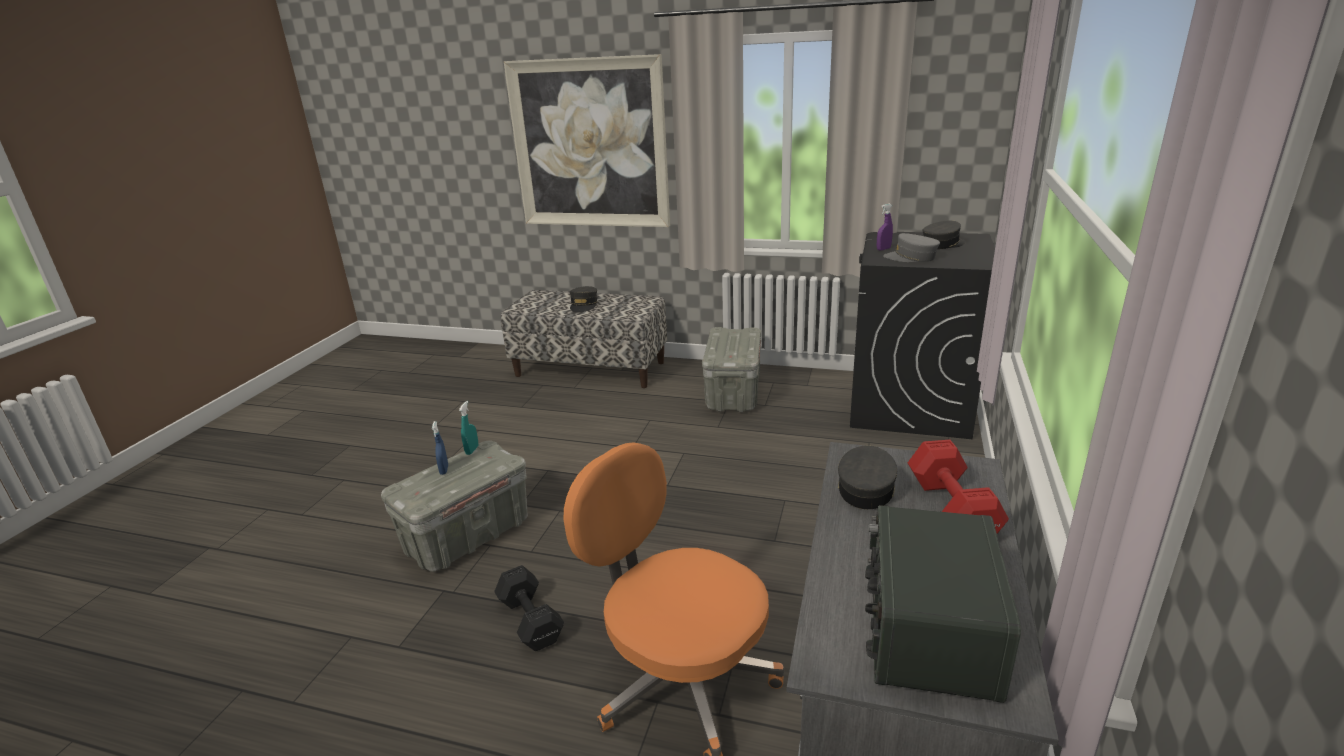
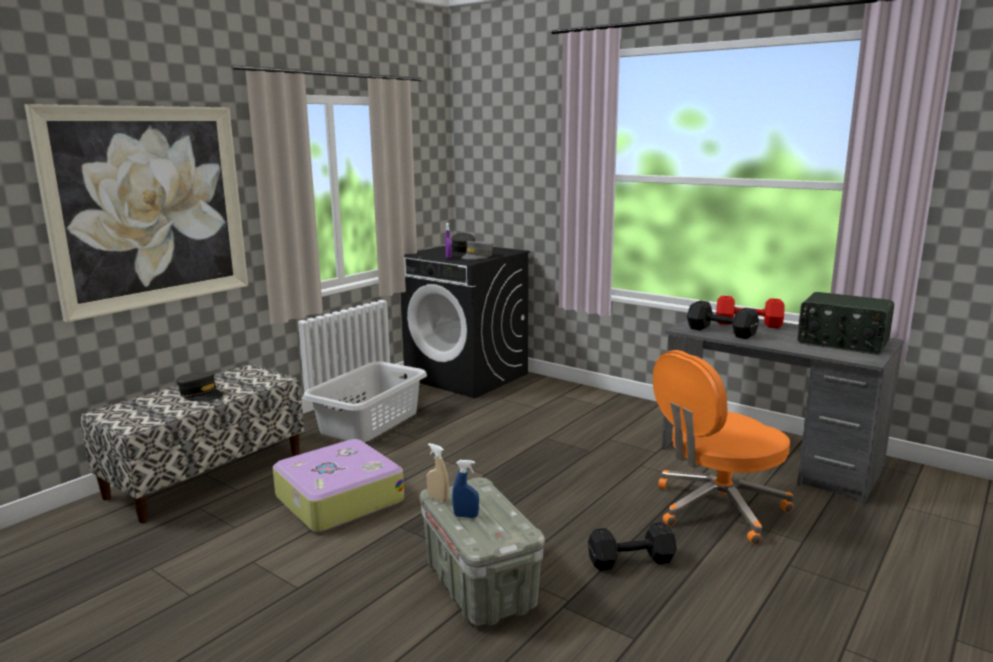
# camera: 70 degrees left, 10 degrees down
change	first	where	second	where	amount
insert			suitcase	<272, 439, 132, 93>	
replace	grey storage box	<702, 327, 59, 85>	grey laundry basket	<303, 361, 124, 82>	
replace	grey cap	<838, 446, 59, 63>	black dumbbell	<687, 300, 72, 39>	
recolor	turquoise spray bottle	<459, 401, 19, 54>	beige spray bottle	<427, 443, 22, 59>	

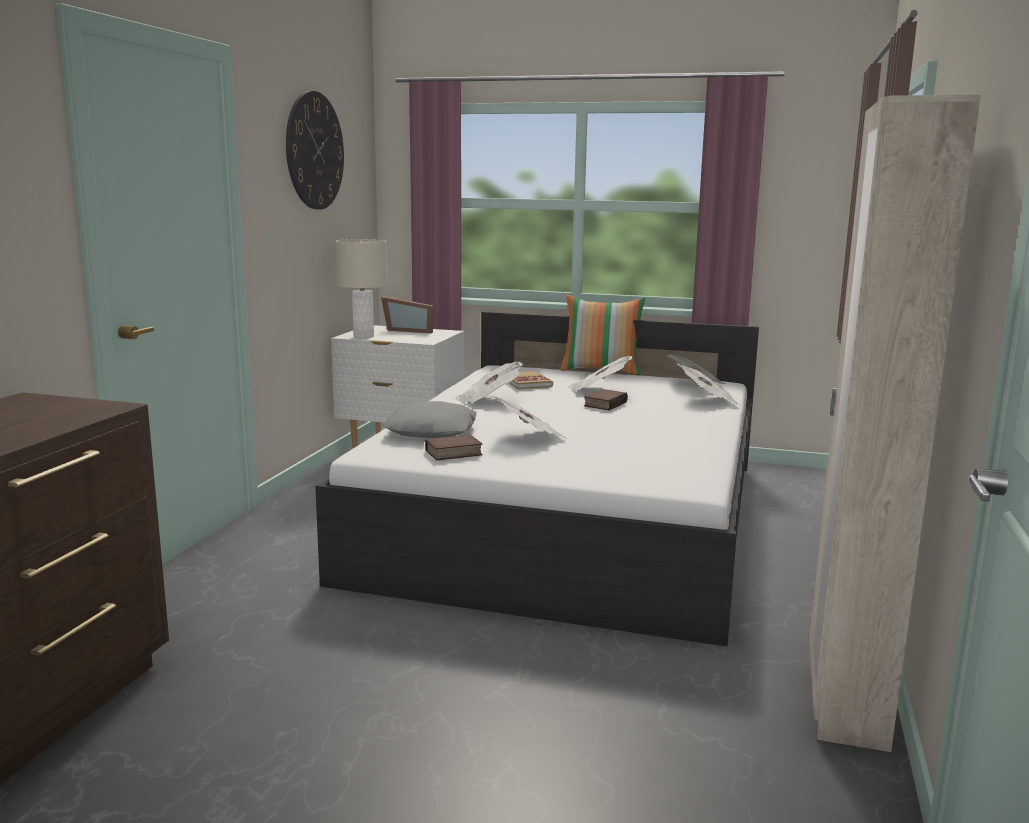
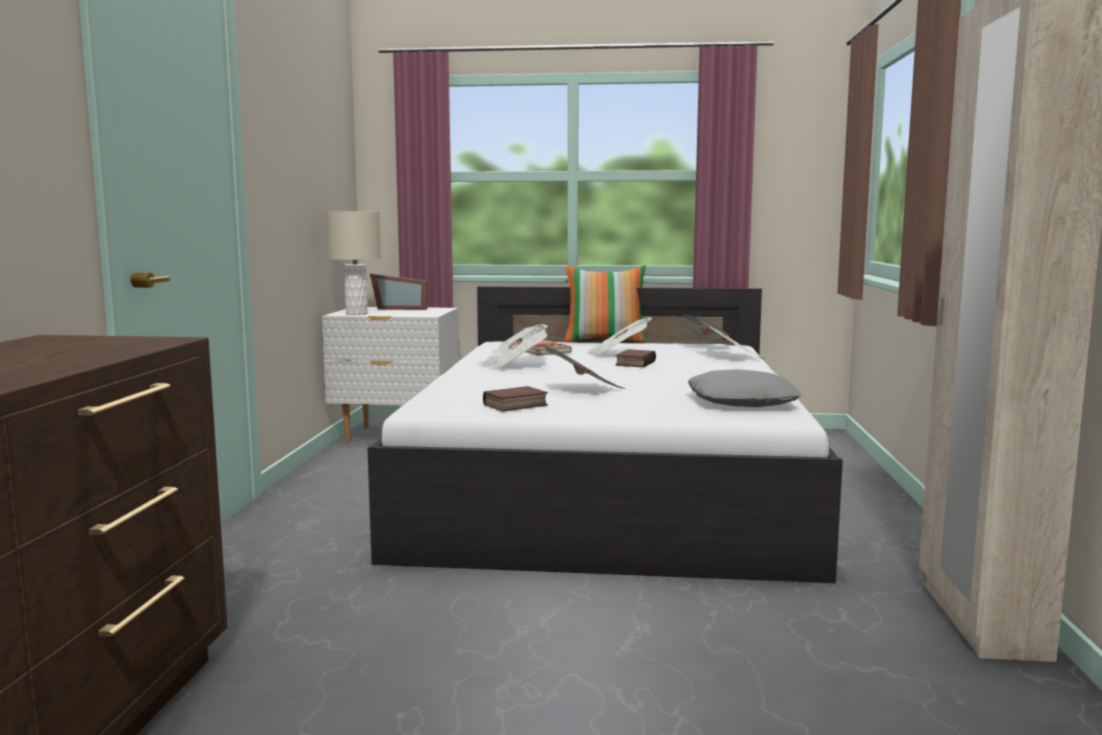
# camera: 10 degrees left, 5 degrees down
change	first	where	second	where	amount
delete	wall clock	<286, 91, 58, 119>			
move	grey pillow	<383, 401, 94, 37>		<688, 369, 113, 38>	

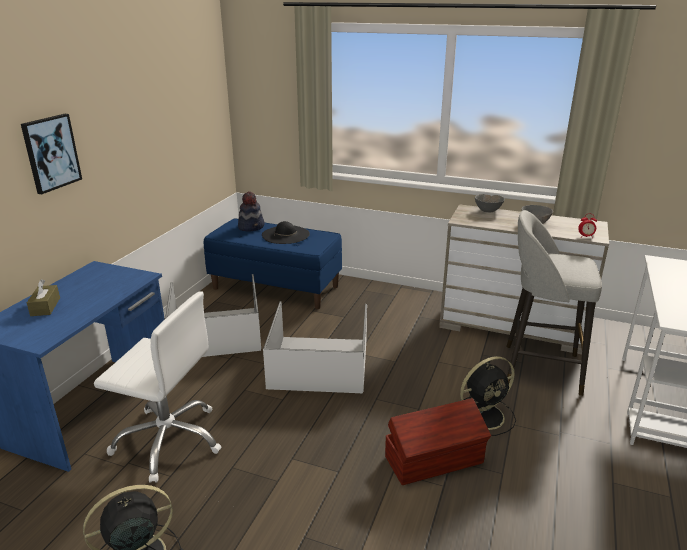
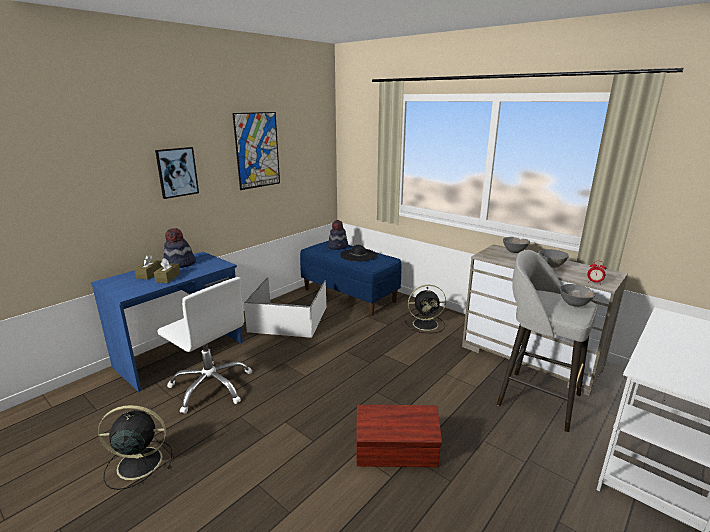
# camera: 20 degrees right, 5 degrees down
change	first	where	second	where	amount
delete	white storage box	<263, 302, 104, 91>			
insert			brown tissue box	<154, 258, 27, 25>	
insert			hat	<163, 228, 33, 40>	
insert			picture	<232, 112, 48, 78>	
insert			grey bowl	<559, 284, 36, 23>	
move	black fan	<460, 356, 56, 80>		<405, 285, 41, 48>	

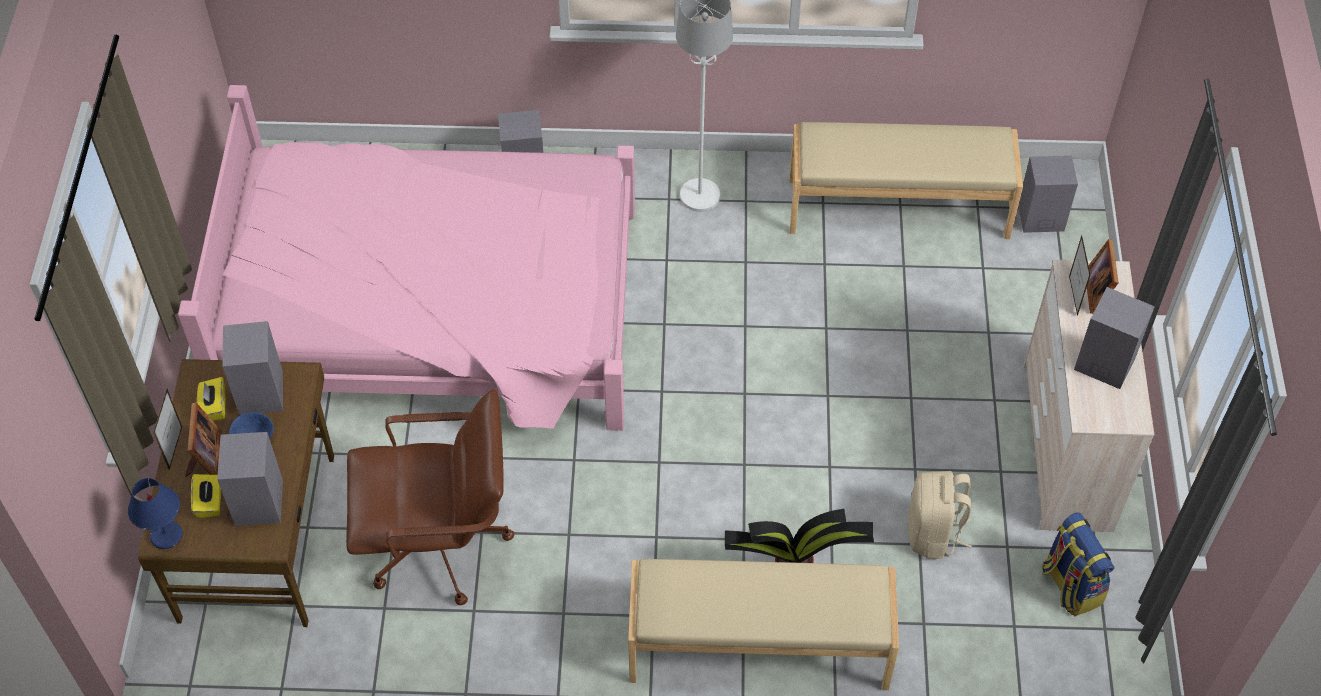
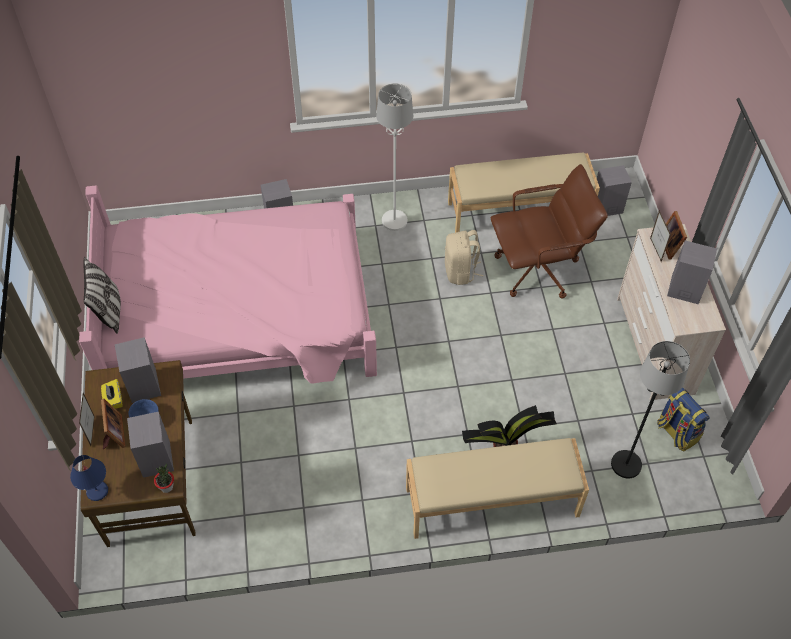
# camera: 10 degrees left, 0 degrees up
change	first	where	second	where	amount
delete	yellow tissue box	<191, 474, 30, 44>			
insert			pillow	<83, 257, 38, 77>	
insert			potted plant	<154, 463, 20, 30>	
insert			black floor lamp	<611, 341, 79, 137>	
move	brown office chair	<346, 389, 168, 216>		<491, 164, 117, 135>	
move	beige backpack	<908, 471, 64, 88>		<445, 230, 38, 55>	

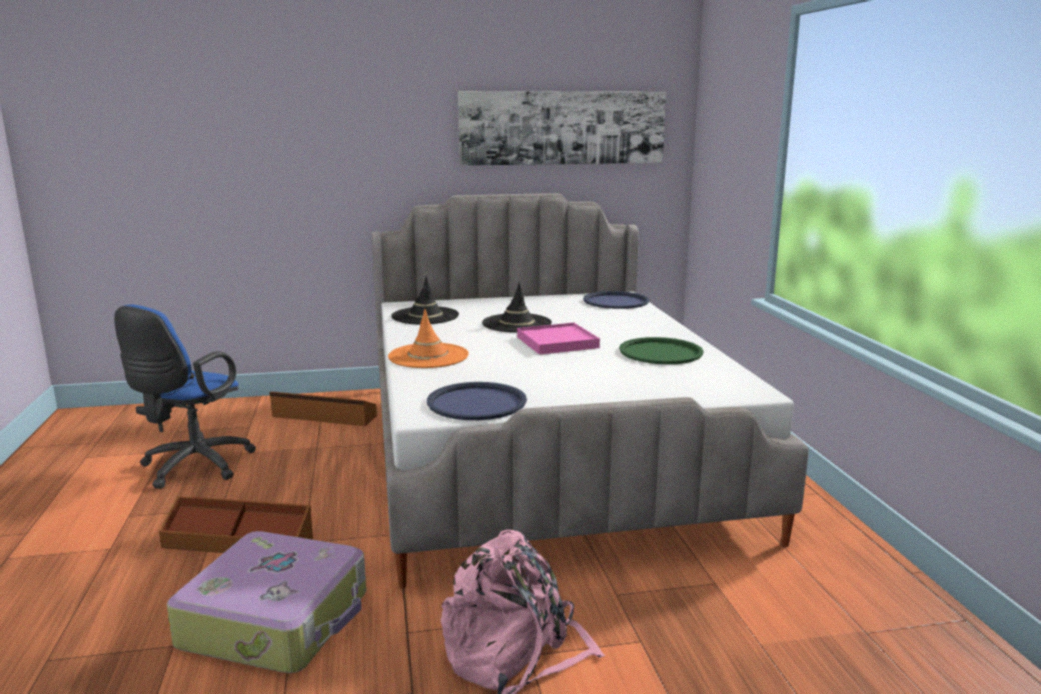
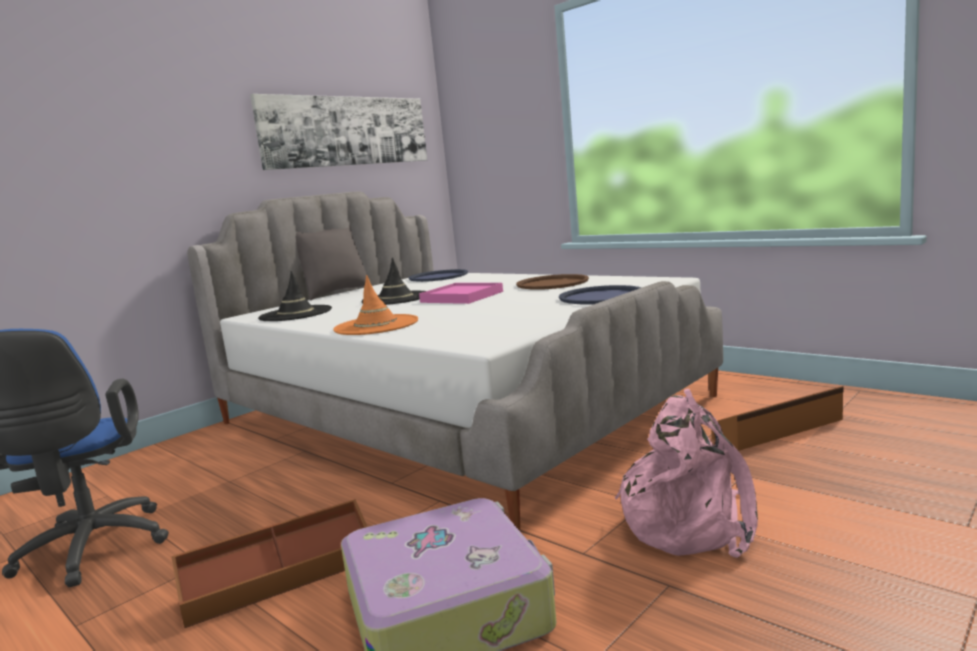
# camera: 35 degrees left, 5 degrees down
change	first	where	second	where	amount
insert			grey pillow	<296, 225, 70, 75>	
move	brown storage box	<269, 392, 108, 34>		<711, 386, 133, 65>	
move	blue tray	<427, 382, 100, 38>		<559, 285, 83, 20>	
recolor	green tray	<619, 337, 85, 27>	brown tray	<516, 274, 73, 16>	

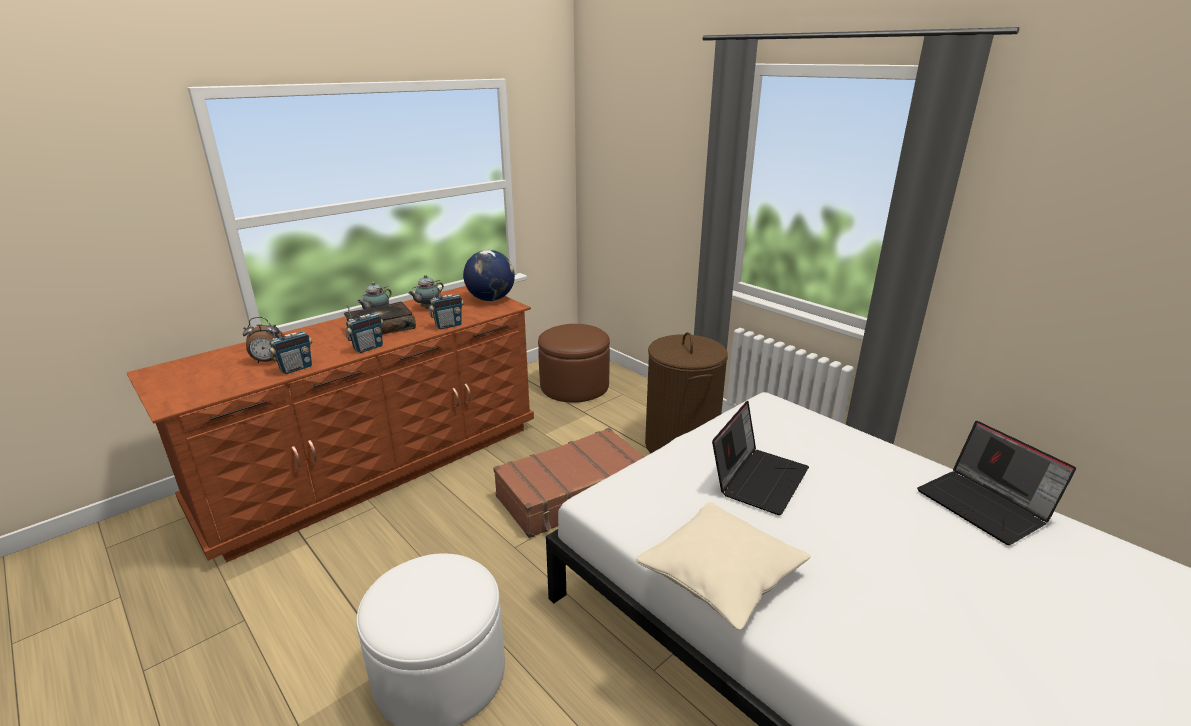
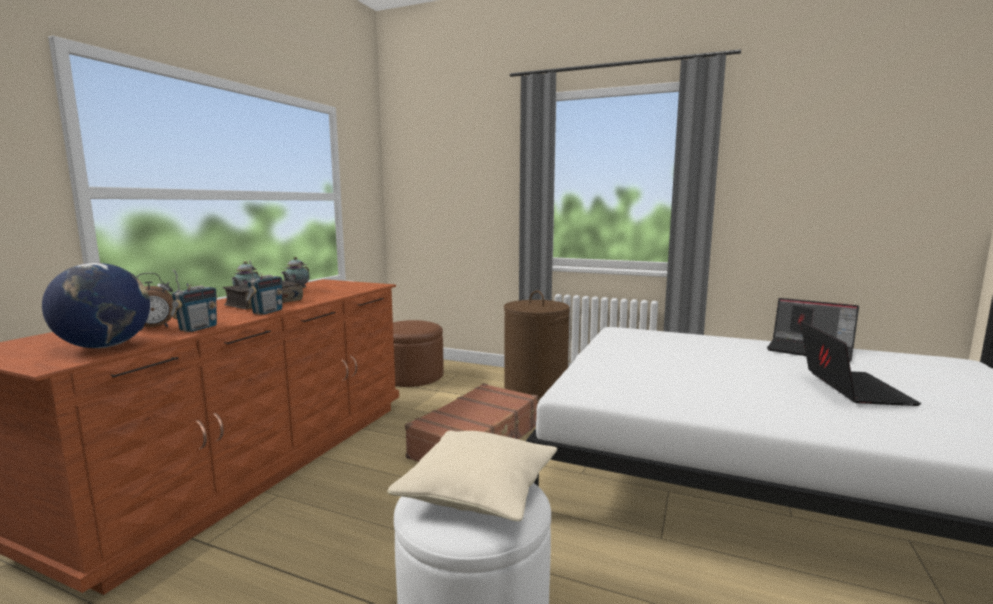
# camera: 25 degrees left, 15 degrees down
change	first	where	second	where	amount
delete	radio	<429, 283, 35, 47>			
move	globe	<463, 250, 52, 51>		<42, 263, 108, 85>	
move	beige pillow	<636, 502, 175, 128>		<387, 431, 170, 90>	
move	laptop	<712, 401, 97, 114>		<800, 321, 121, 85>	

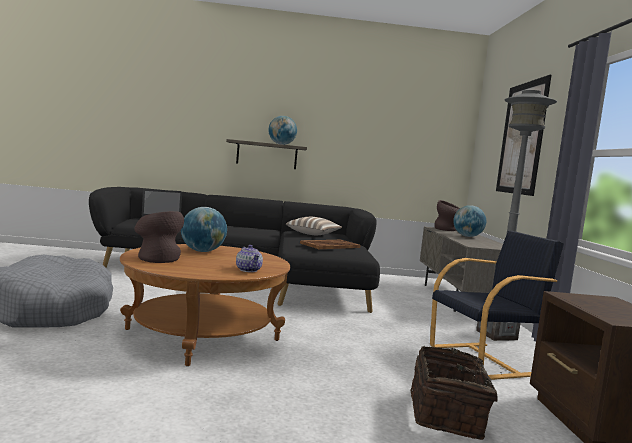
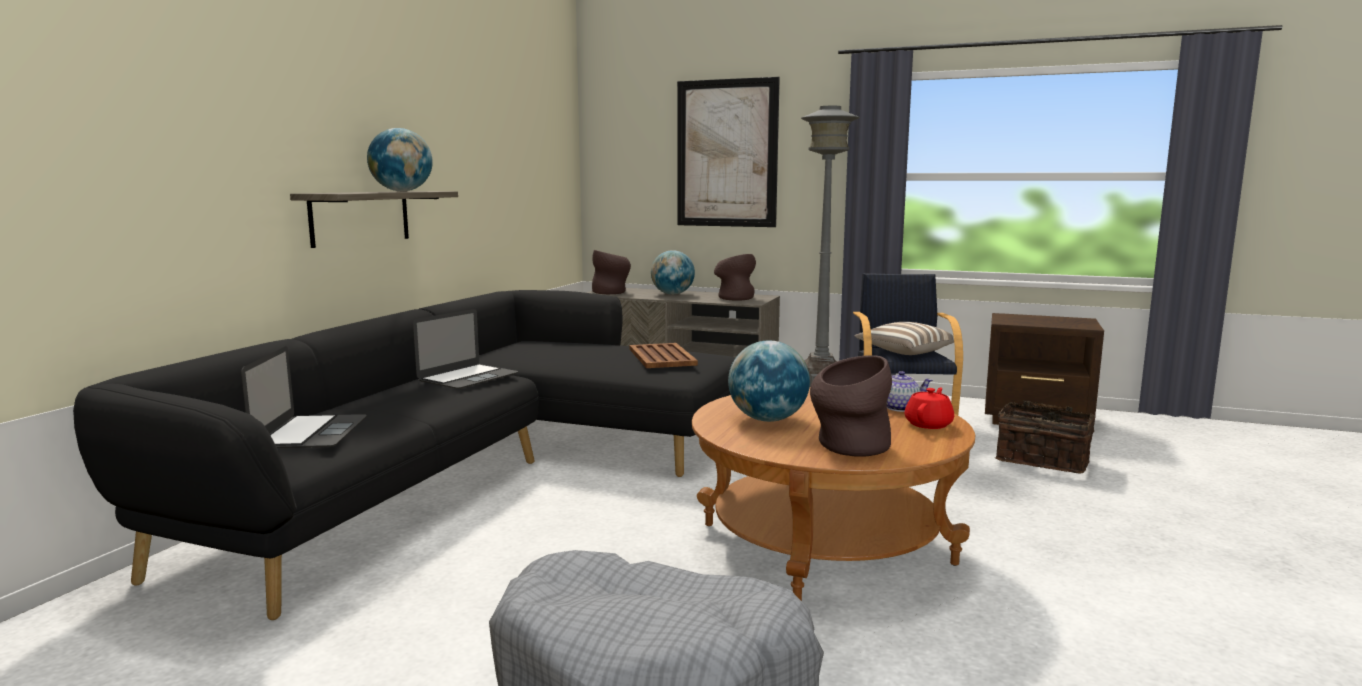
# camera: 65 degrees left, 5 degrees up
change	first	where	second	where	amount
insert			laptop	<413, 309, 105, 80>	
insert			brown vase	<714, 254, 42, 47>	
insert			red teapot	<904, 387, 50, 42>	
move	pillow	<286, 217, 56, 18>		<855, 322, 99, 33>	

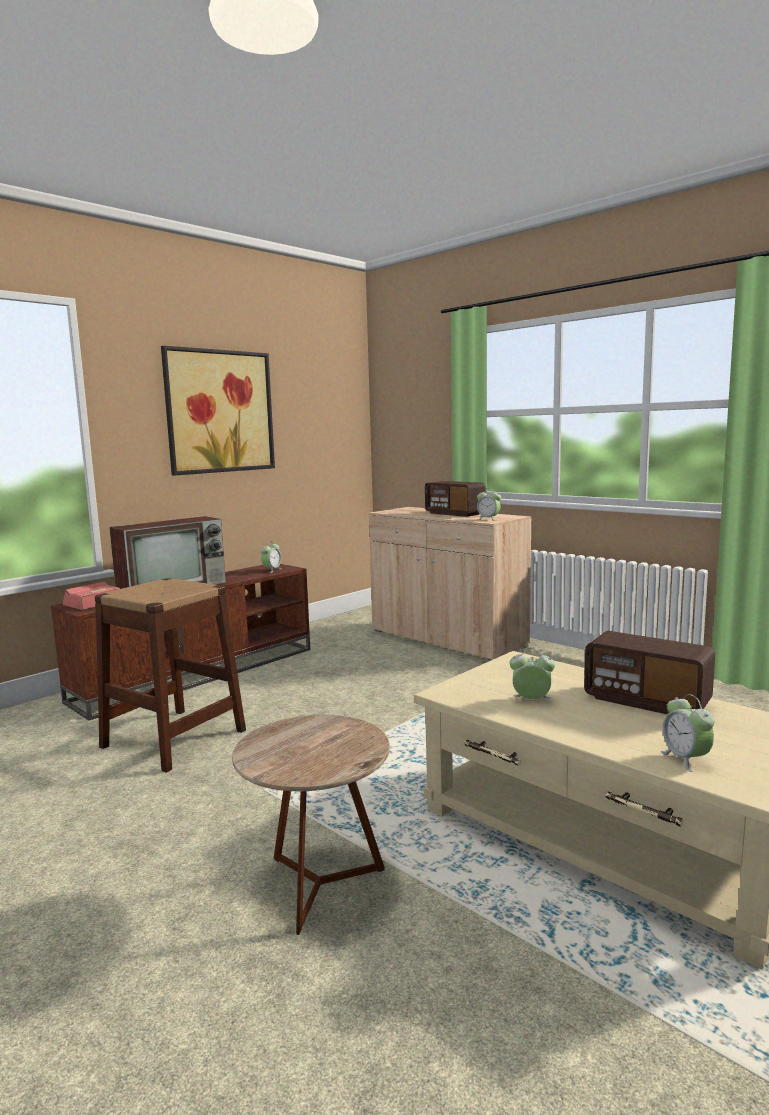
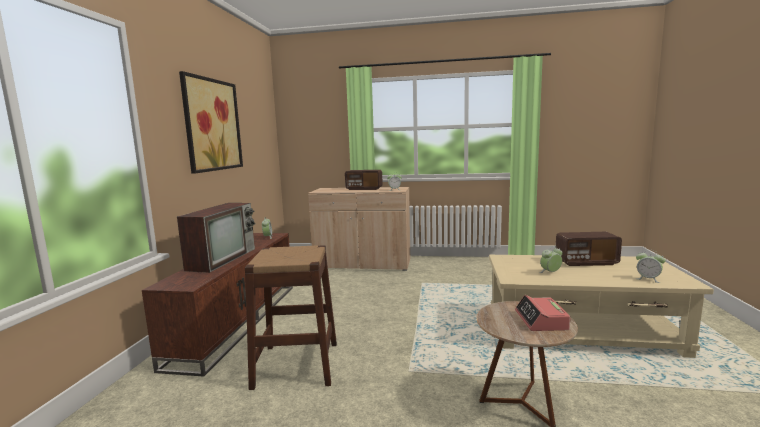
# camera: 35 degrees left, 0 degrees up
change	first	where	second	where	amount
move	alarm clock	<63, 582, 57, 28>		<515, 295, 55, 36>	

